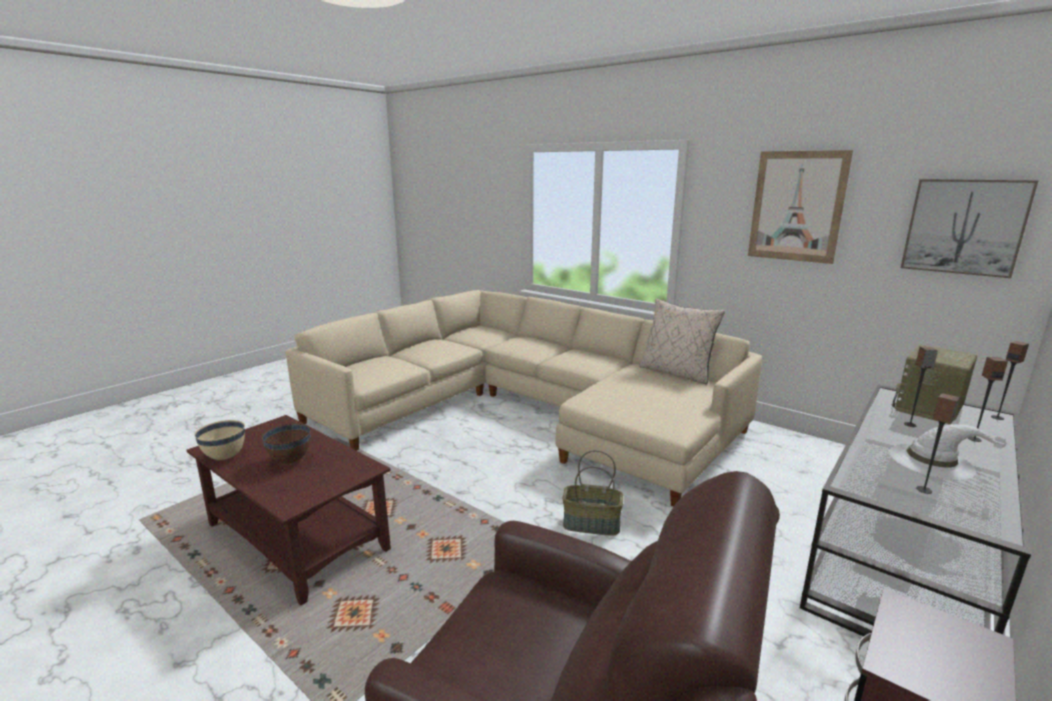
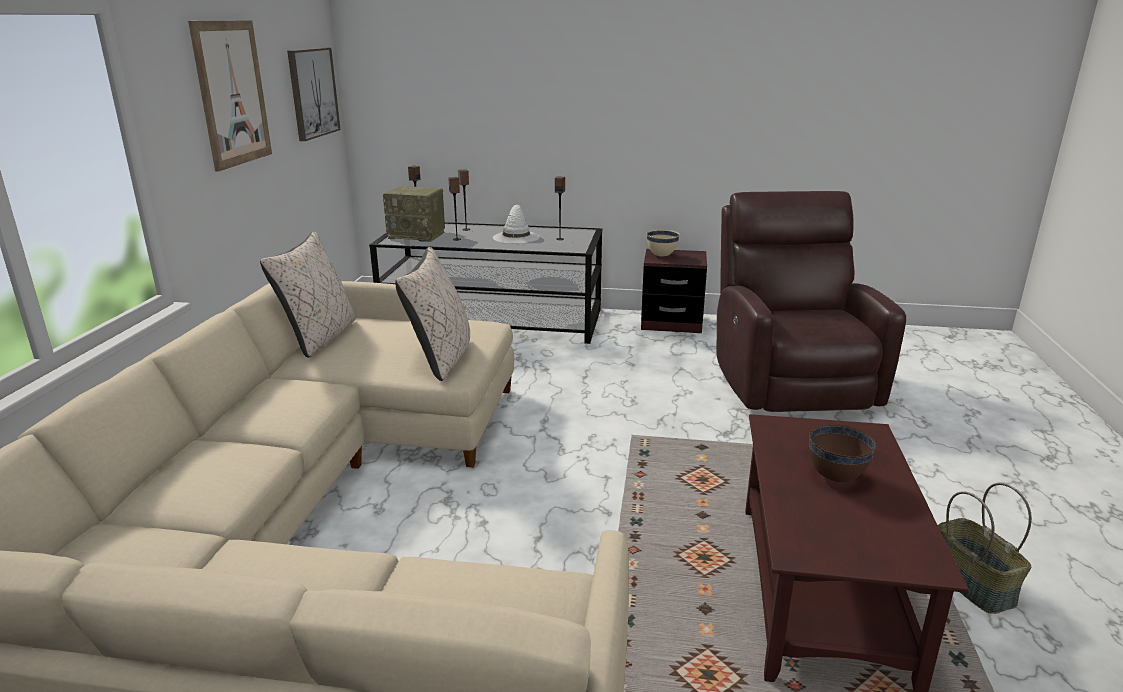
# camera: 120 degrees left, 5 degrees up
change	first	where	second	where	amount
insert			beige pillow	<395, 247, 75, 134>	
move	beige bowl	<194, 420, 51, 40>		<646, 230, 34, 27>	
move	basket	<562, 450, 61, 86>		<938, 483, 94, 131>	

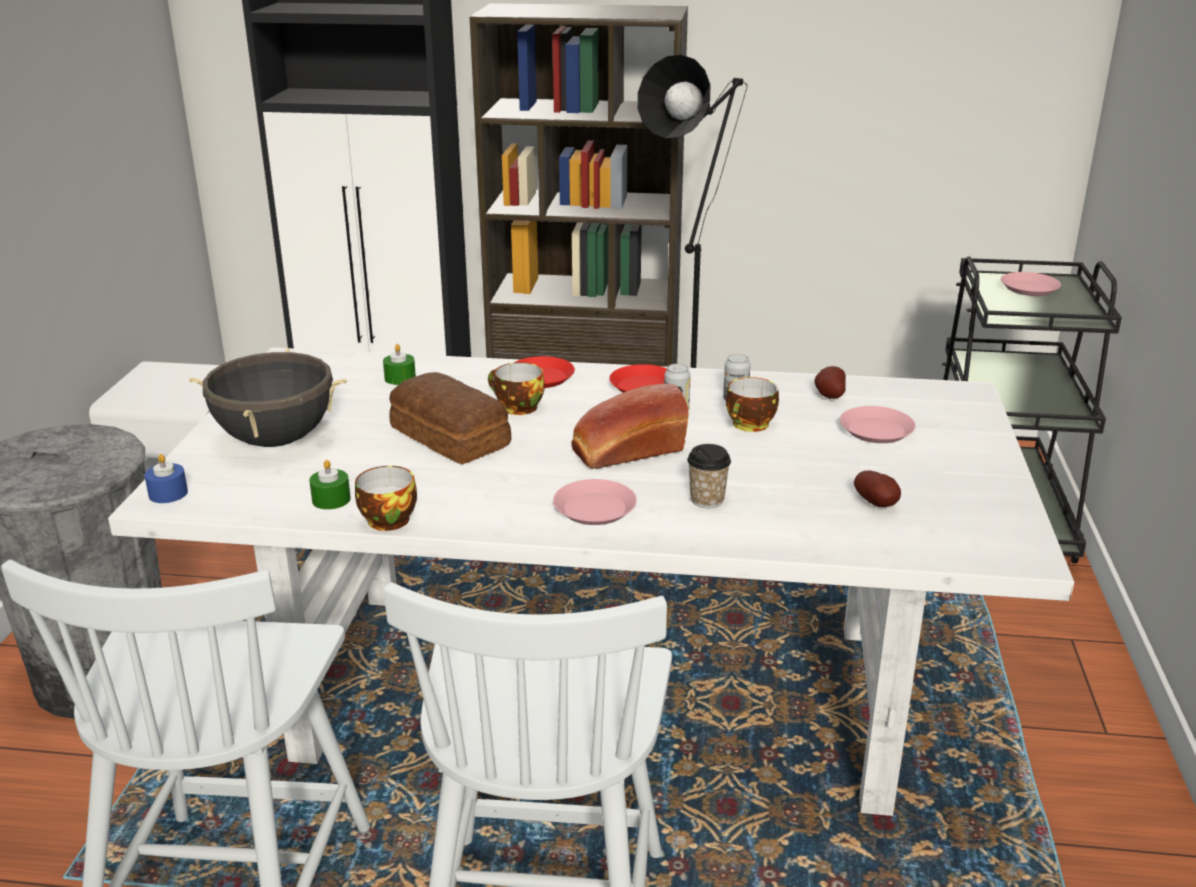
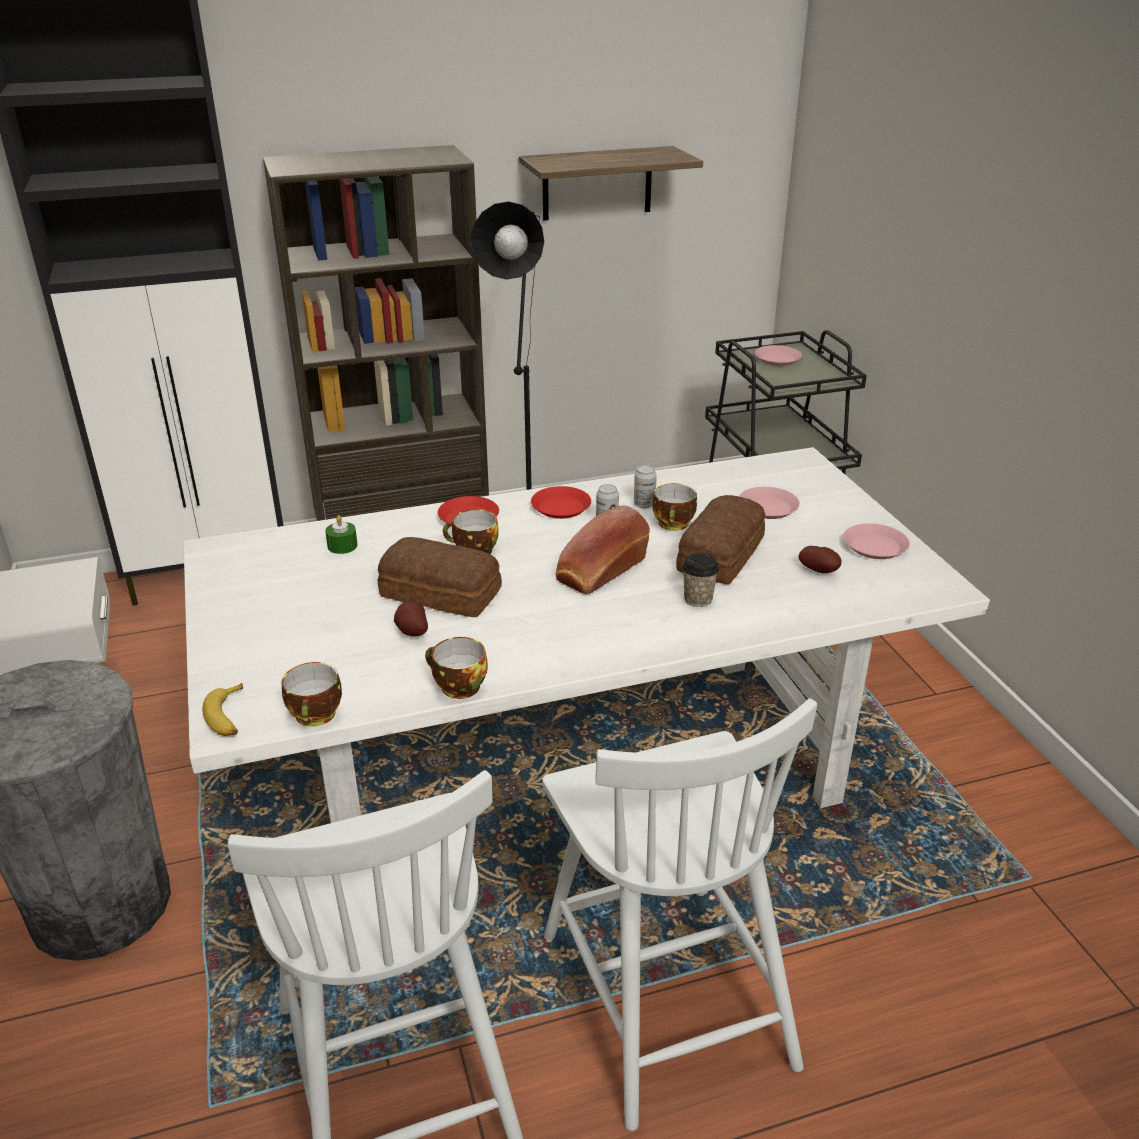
# camera: 25 degrees left, 5 degrees up
change	first	where	second	where	amount
delete	black cooking pot	<189, 348, 158, 99>			
delete	green candle	<309, 460, 42, 50>			
insert			cup	<282, 662, 60, 65>	
insert			shelf	<519, 146, 184, 75>	
insert			bread	<676, 495, 89, 89>	
move	pink plate	<553, 479, 84, 46>		<844, 523, 66, 36>	
move	potato	<814, 366, 32, 33>		<394, 600, 34, 36>	
replace	blue candle	<144, 454, 44, 49>	banana	<202, 683, 41, 53>	

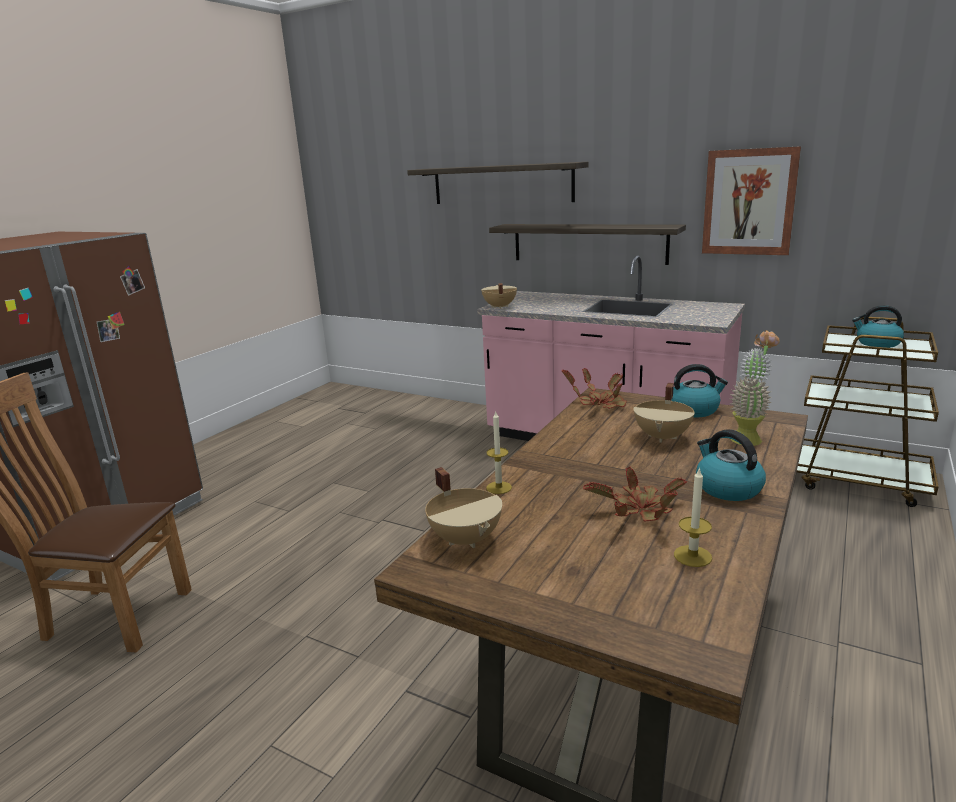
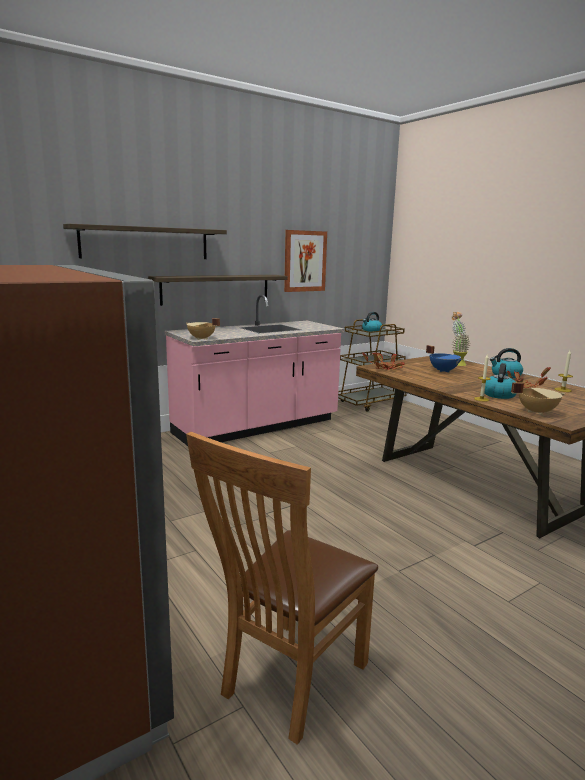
# camera: 65 degrees left, 5 degrees down
change	first	where	second	where	amount
move	kettle	<671, 364, 57, 53>		<484, 363, 33, 36>	
recolor	beige cooking pot	<633, 383, 62, 60>	blue cooking pot	<426, 345, 36, 28>	

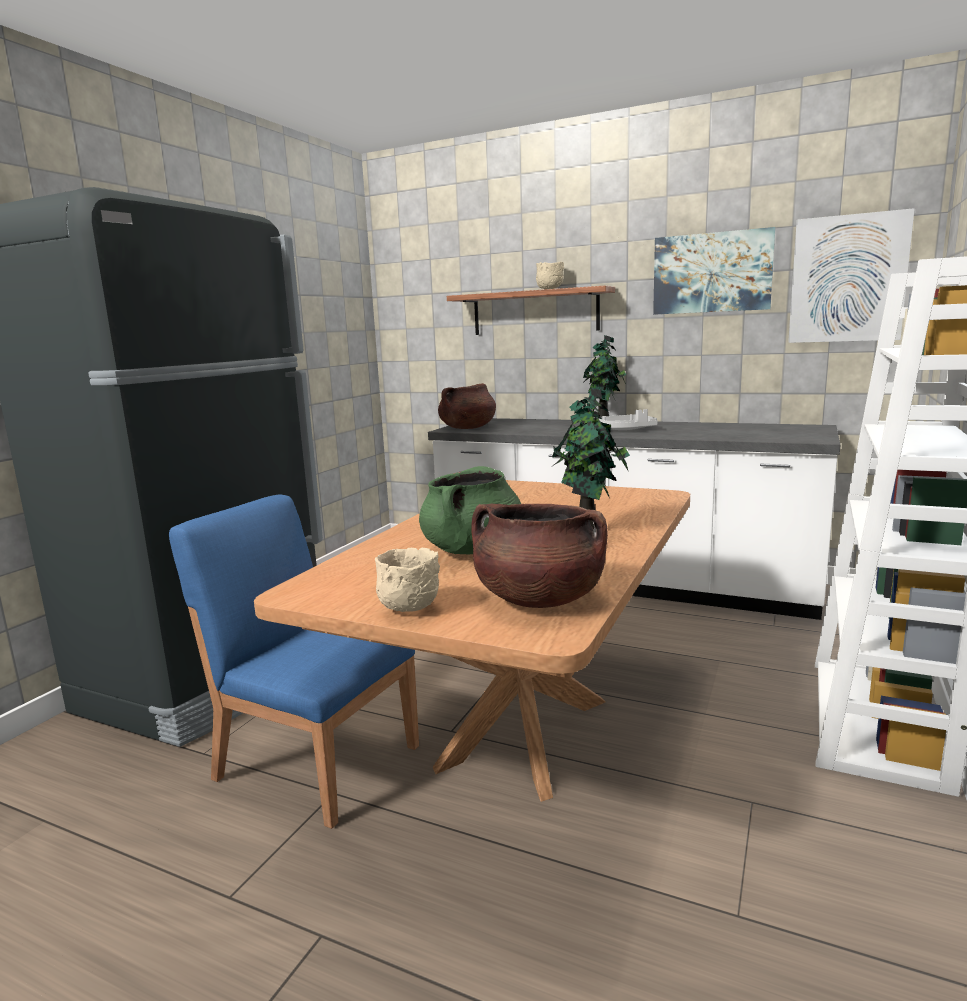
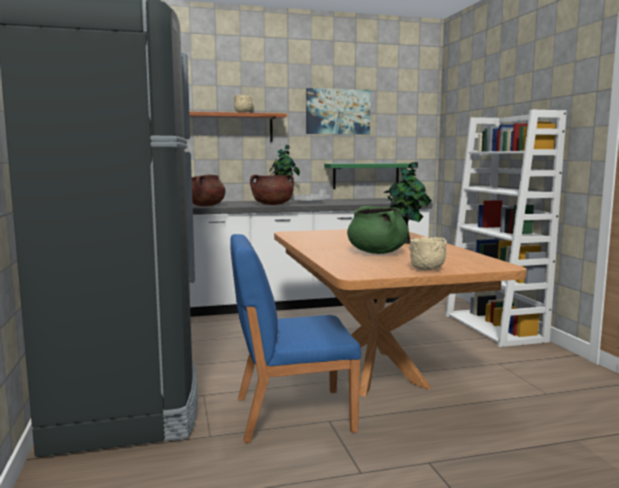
# camera: 40 degrees left, 5 degrees down
change	first	where	second	where	amount
delete	picture	<788, 208, 127, 135>			
insert			green shelf	<324, 163, 86, 26>	
move	brown cooking pot	<472, 504, 136, 104>		<250, 174, 44, 31>	

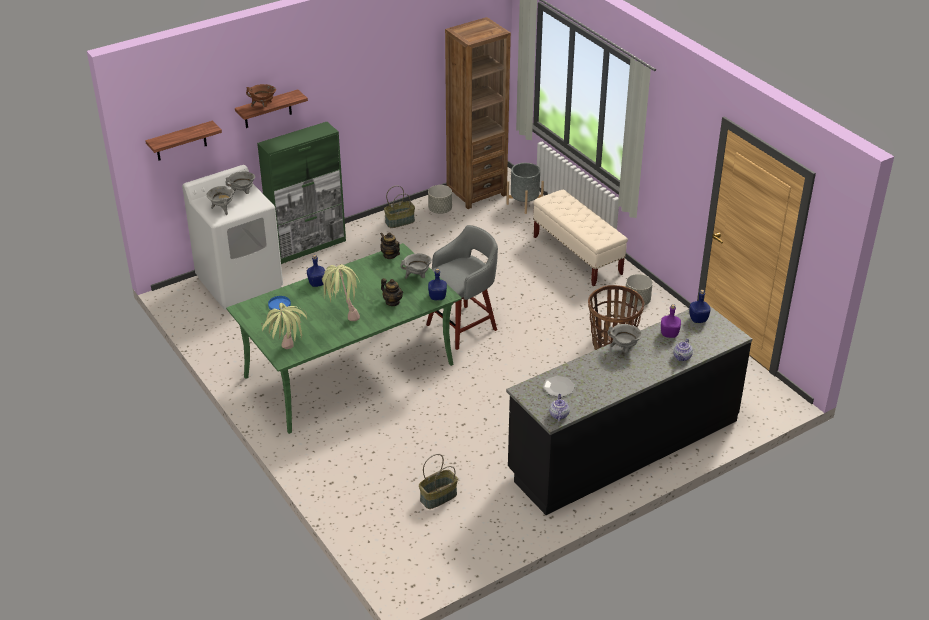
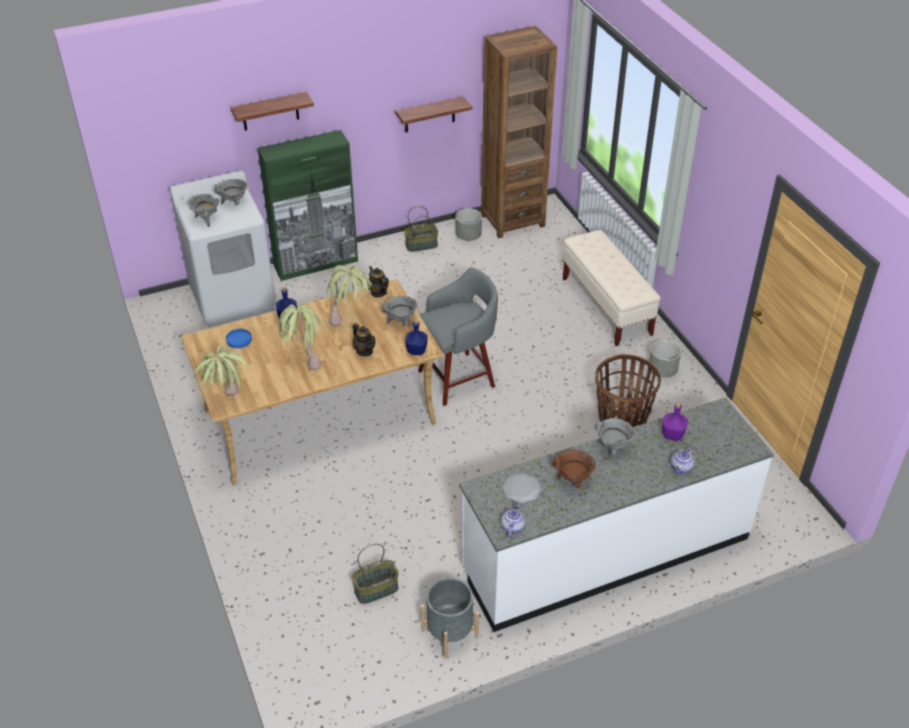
# camera: 10 degrees right, 5 degrees up
change	first	where	second	where	amount
delete	blue bottle	<689, 290, 21, 33>			
insert			potted plant	<327, 265, 46, 62>	
move	shelf	<145, 121, 77, 39>		<396, 96, 76, 37>	
move	brown cooking pot	<246, 84, 30, 23>		<552, 450, 44, 38>	
move	grey planter	<506, 163, 38, 51>		<421, 578, 58, 80>	
recolor	green dining table	<226, 243, 236, 191>	beige dining table	<181, 279, 263, 206>	
recolor	black counter	<506, 306, 246, 209>	white counter	<459, 398, 315, 234>	

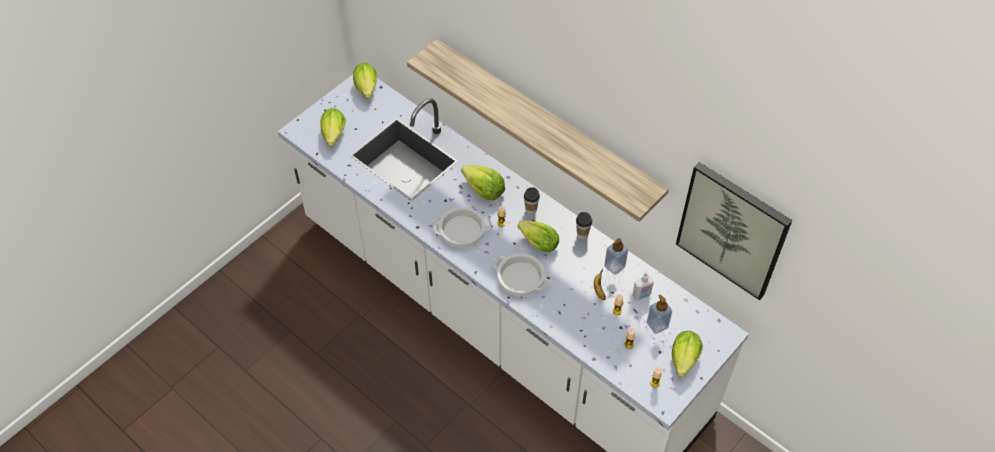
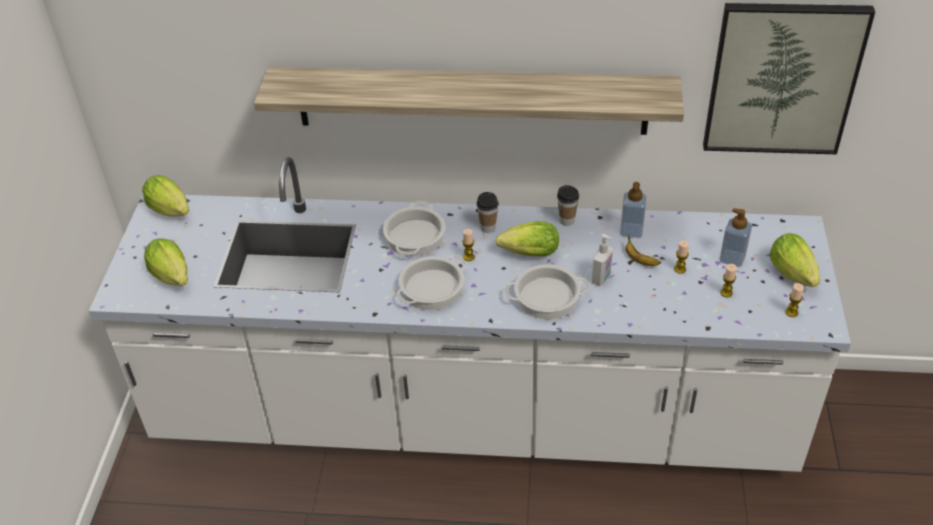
# camera: 35 degrees left, 10 degrees down
change	first	where	second	where	amount
move	soap dispenser	<632, 270, 22, 30>		<592, 234, 21, 52>	
replace	lettuce	<461, 165, 44, 35>	cooking pot	<383, 201, 62, 55>	

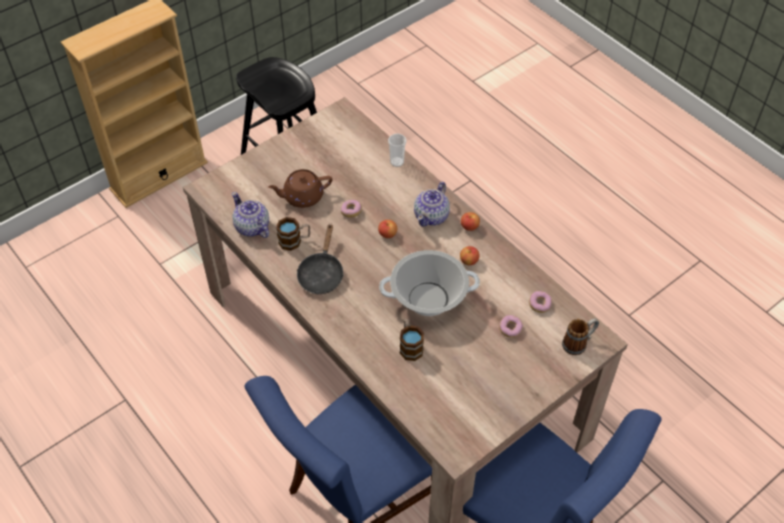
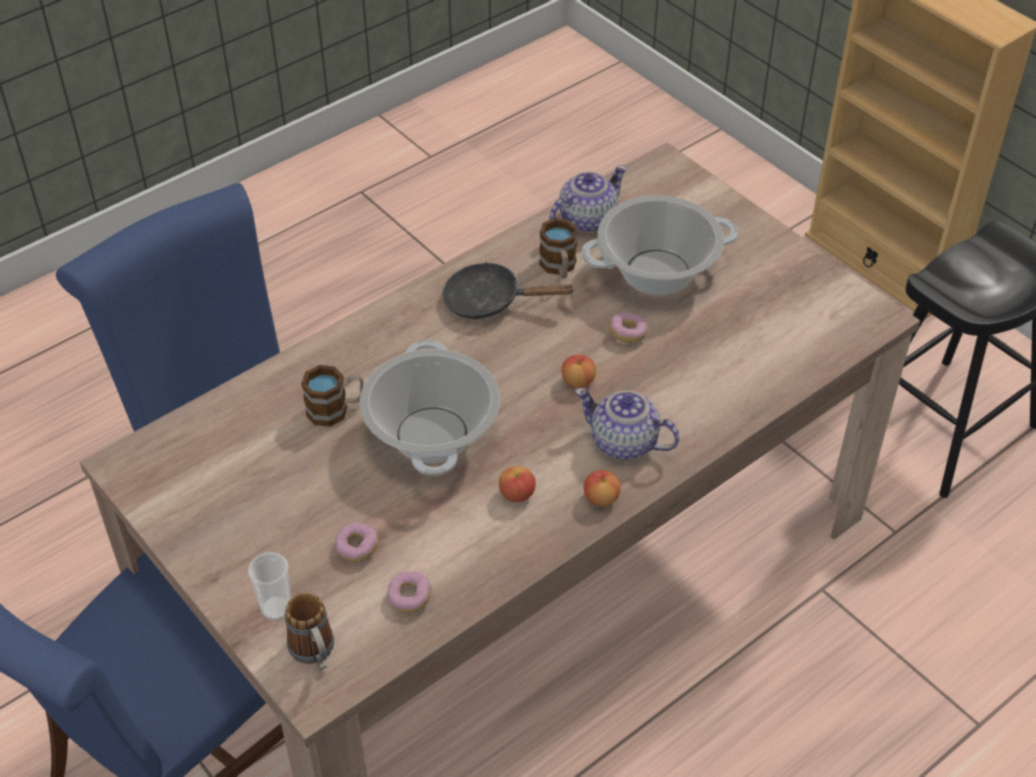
# camera: 90 degrees right, 5 degrees down
change	first	where	second	where	amount
move	cup	<388, 133, 18, 34>		<248, 552, 43, 69>	
replace	brown teapot	<268, 169, 64, 39>	cooking pot	<582, 195, 156, 100>	

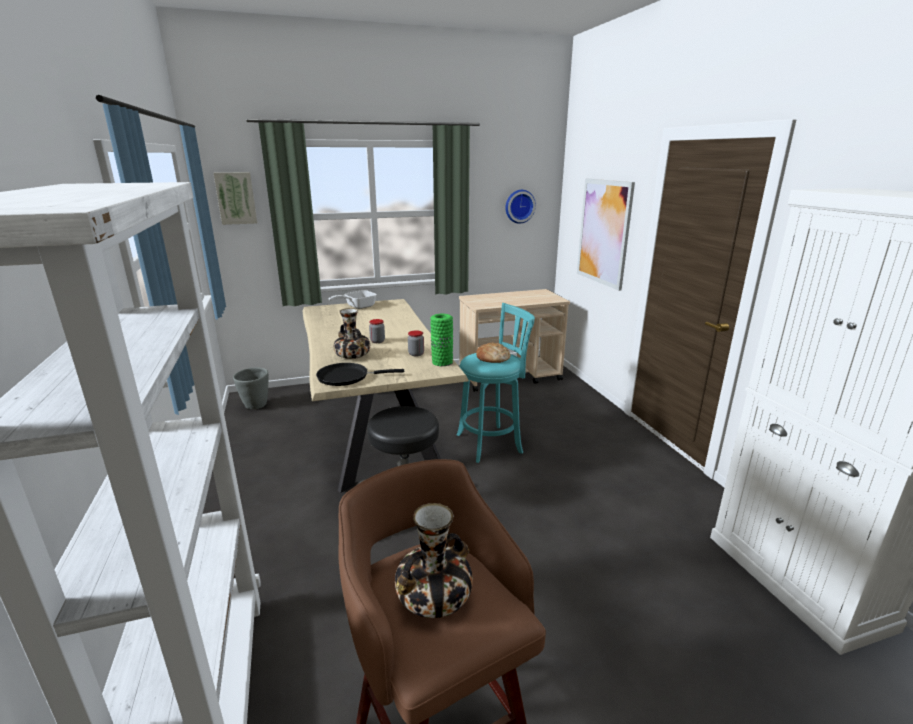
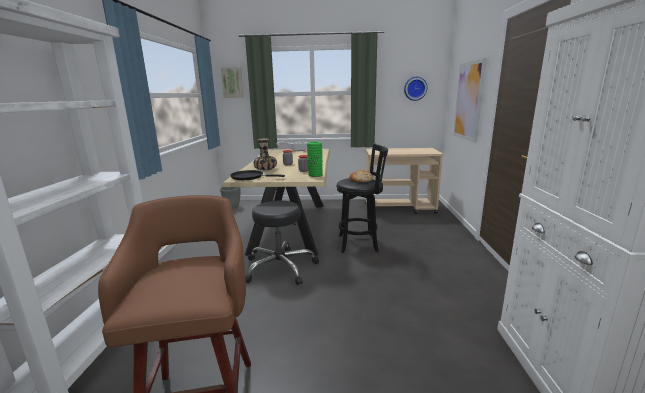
# camera: 20 degrees right, 5 degrees down
change	first	where	second	where	amount
delete	vase	<395, 503, 78, 115>			
recolor	turquoise stool	<457, 303, 78, 160>	black stool	<336, 143, 52, 110>	

